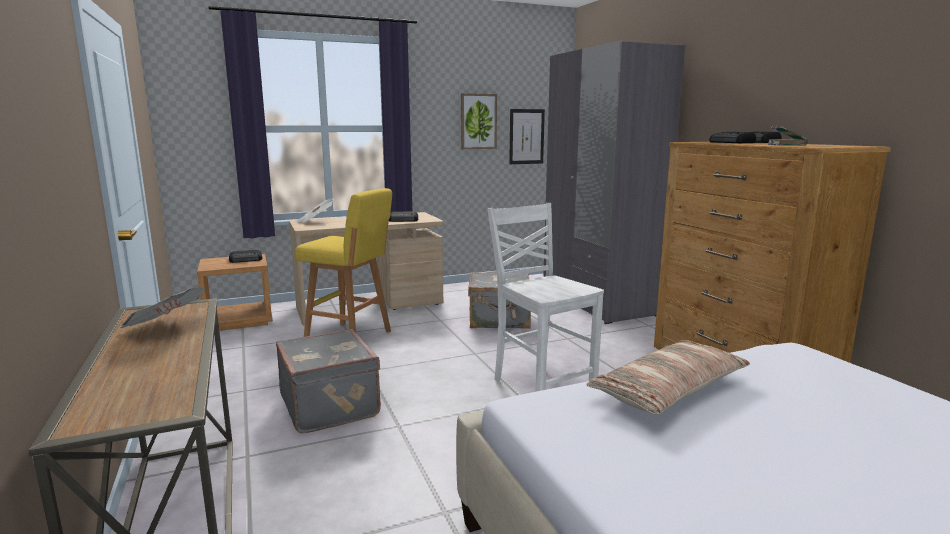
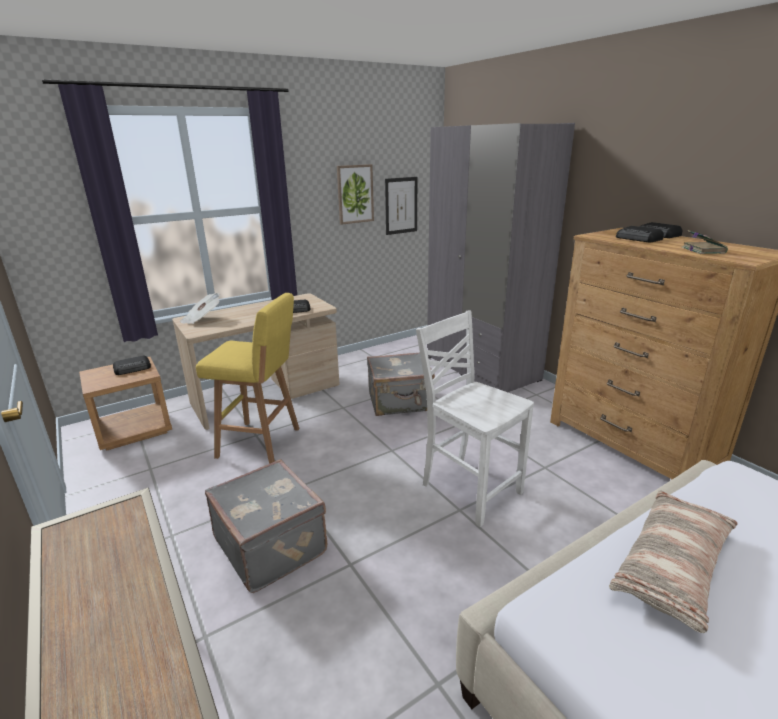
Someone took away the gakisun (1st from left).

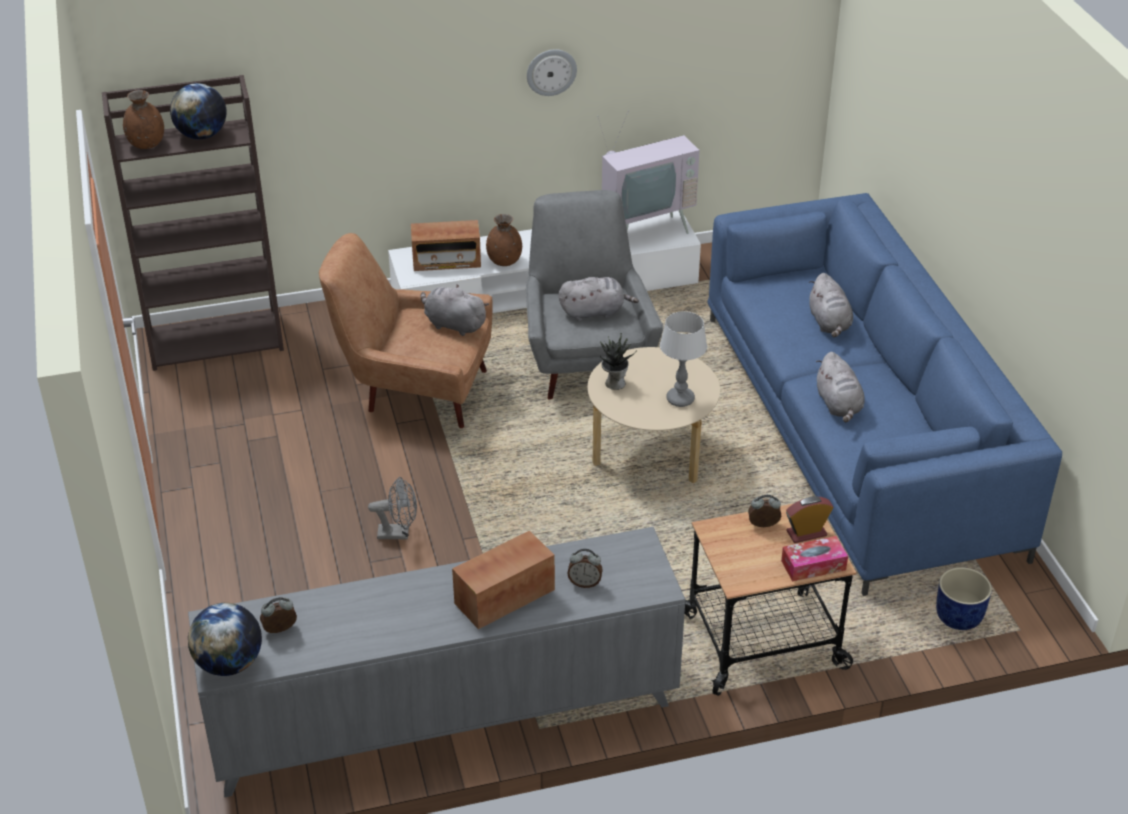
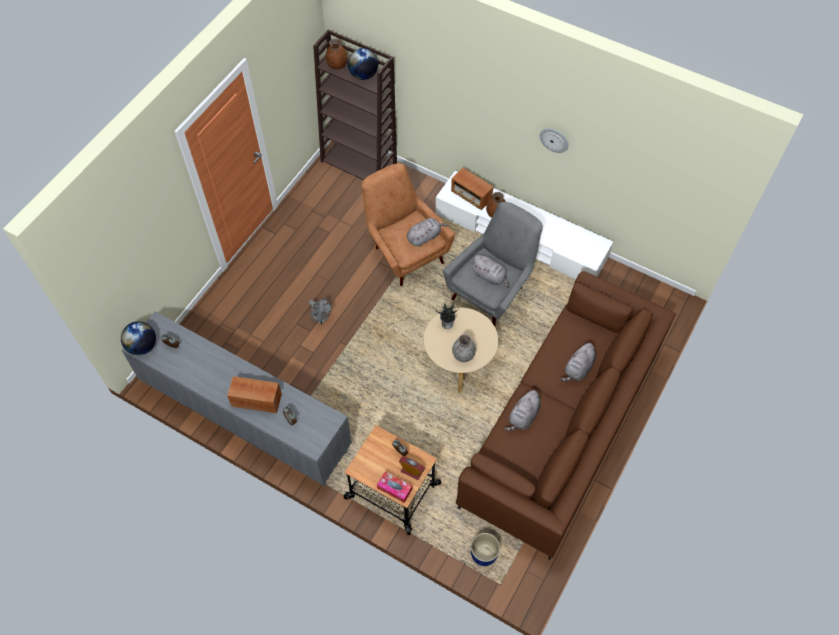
Someone rotated the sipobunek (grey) (1st from left) by 75 degrees clockwise. Someone swapped the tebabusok for the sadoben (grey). Someone repainted the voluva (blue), which became the voluva (brown). Someone took away the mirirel.

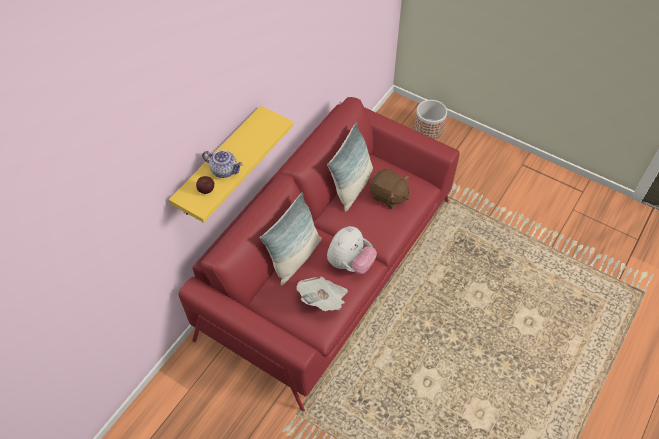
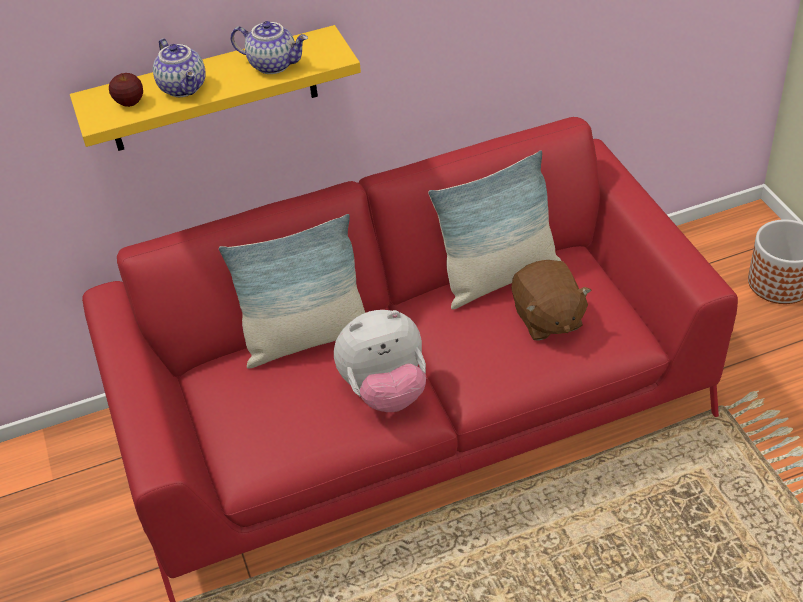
Someone put down the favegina (2nd from left). Someone took away the gakisun.

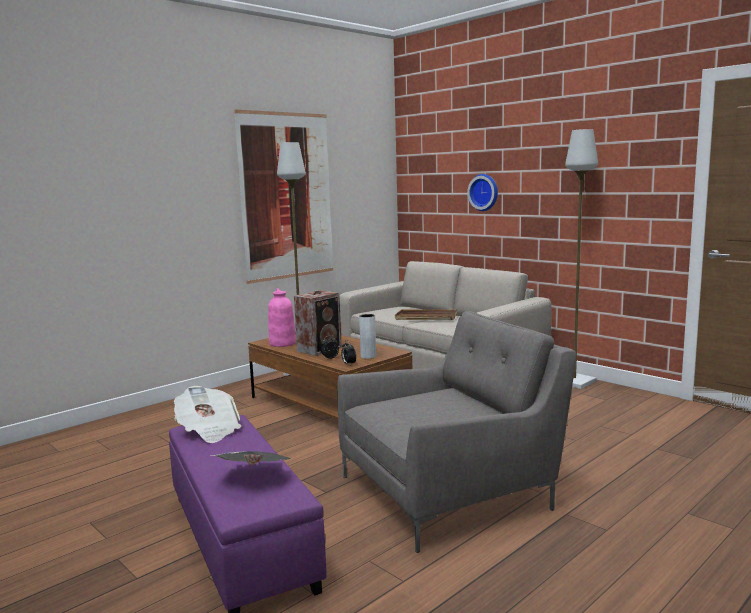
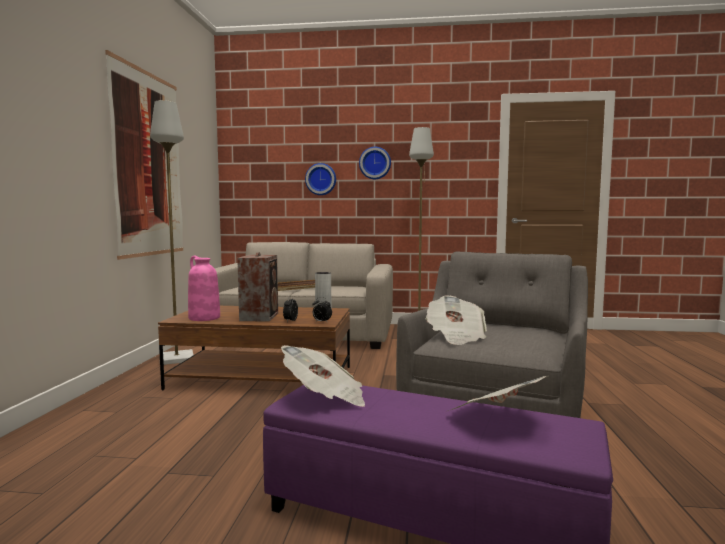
Someone put up the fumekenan (2nd from left). Someone put down the gakisun (2nd from left).

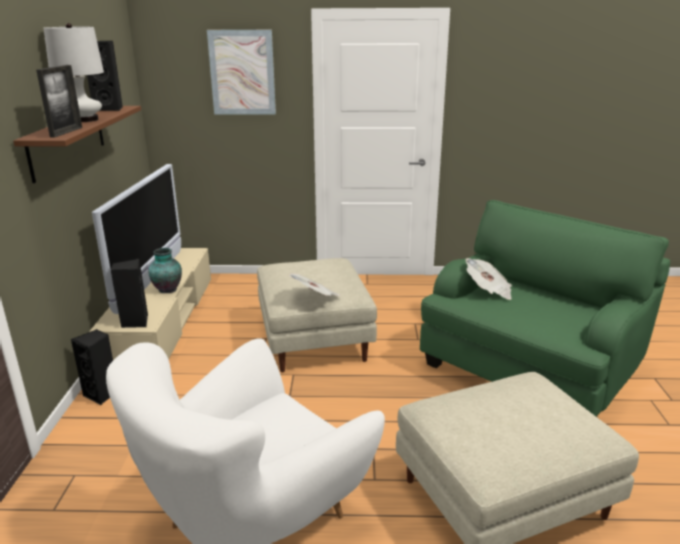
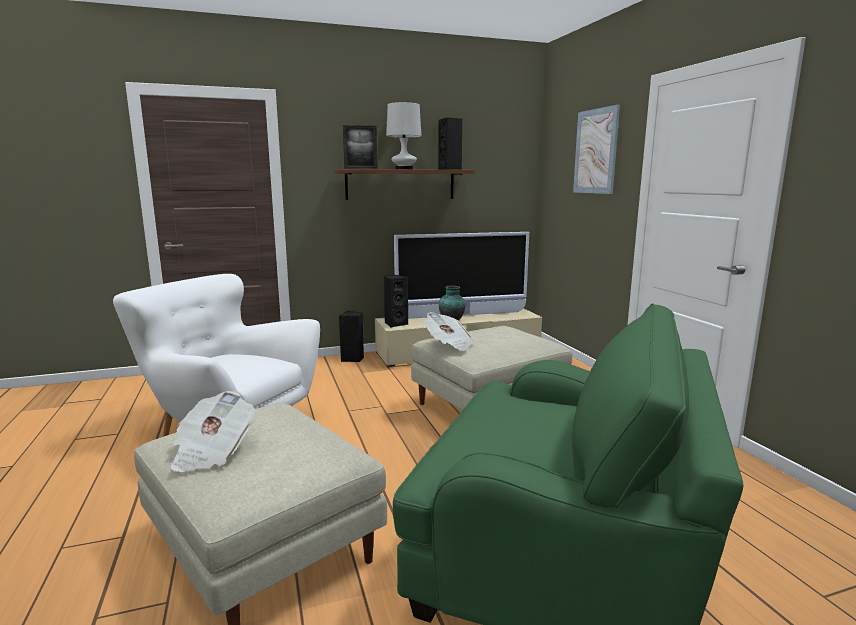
Someone carried the gakisun (2nd from left in the first image).

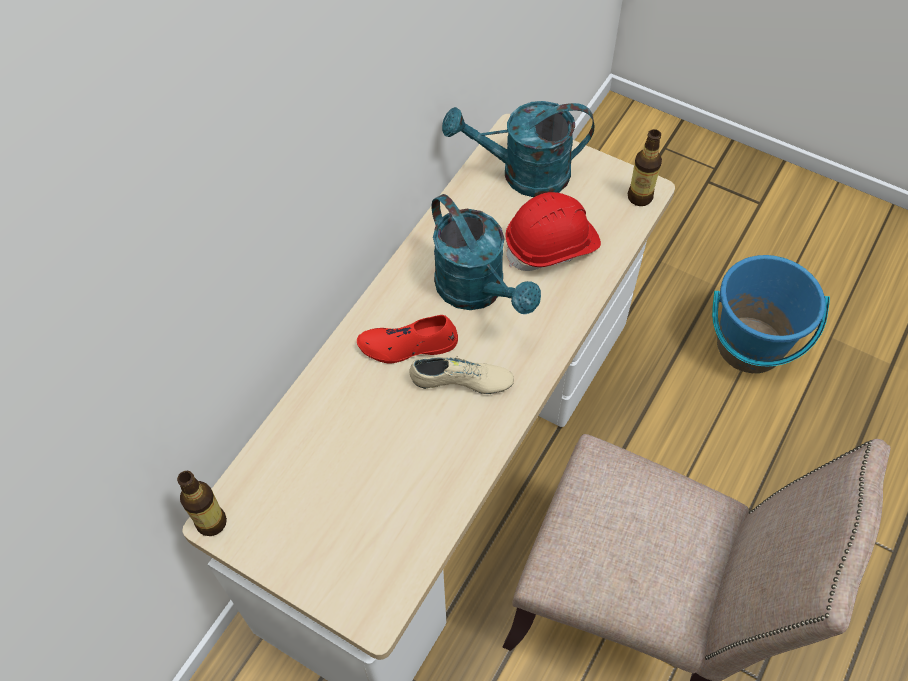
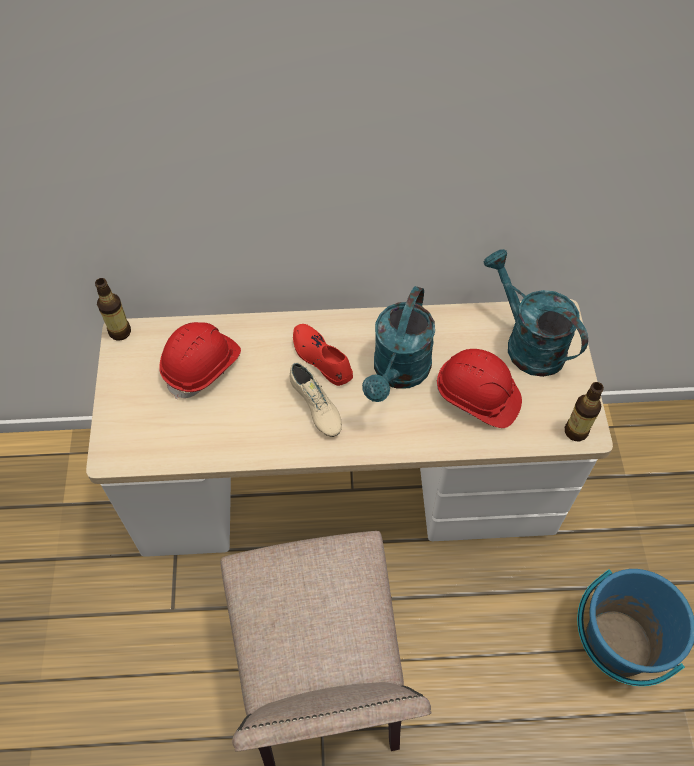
Someone put down the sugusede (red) (1st from left).

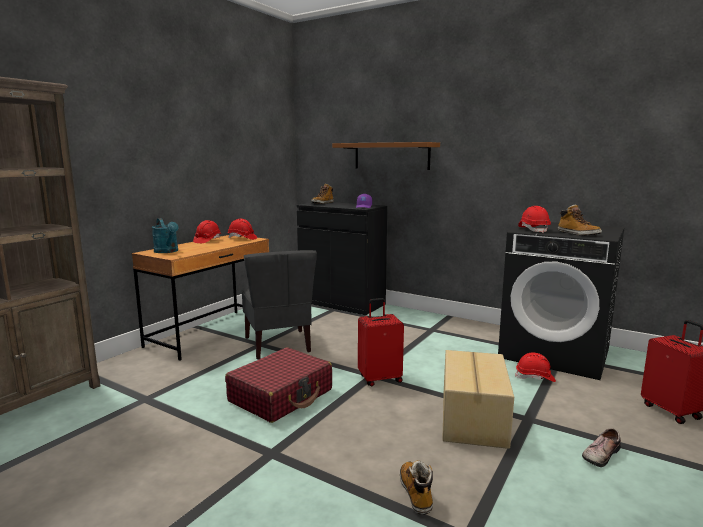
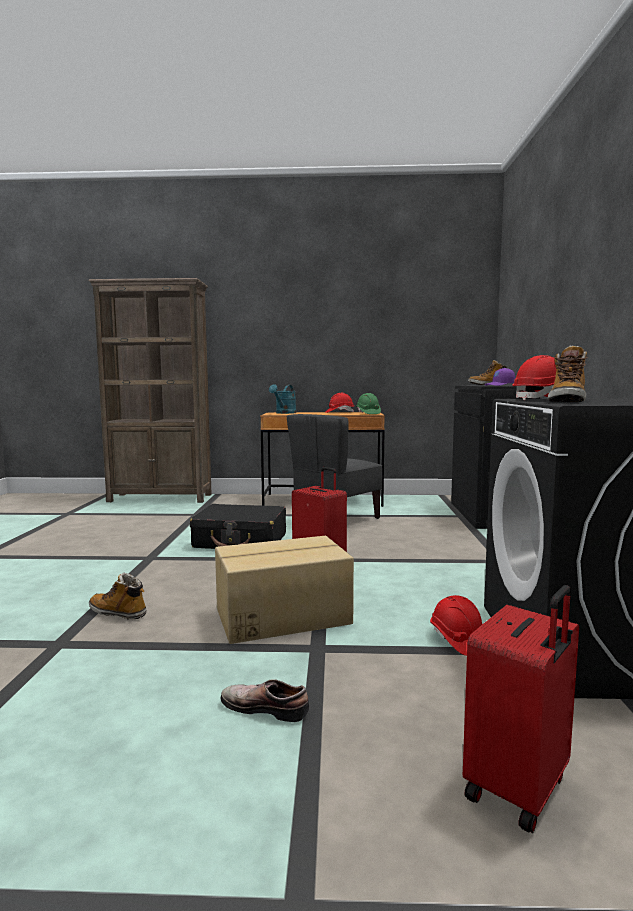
Someone rotated the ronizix (2nd from left in the first image) by 120 degrees counterclockwise. Someone repainted the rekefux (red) (1st from left), which became the rekefux (black). Someone repainted the sugusede (red) (2nd from left), which became the sugusede (green). Someone took away the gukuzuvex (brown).

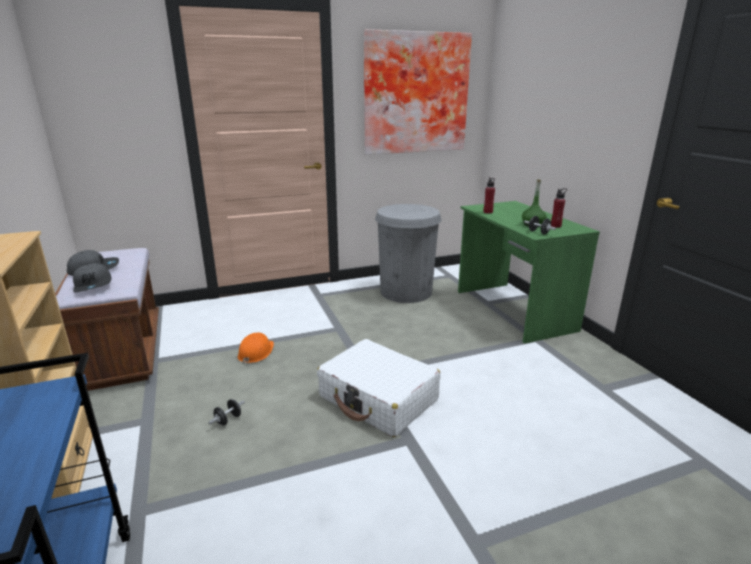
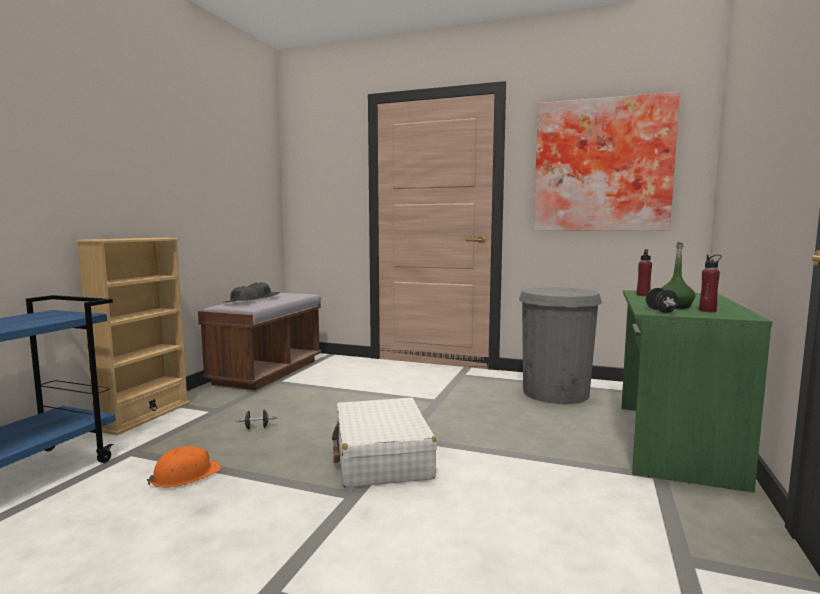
Someone carried the sugusede (orange).

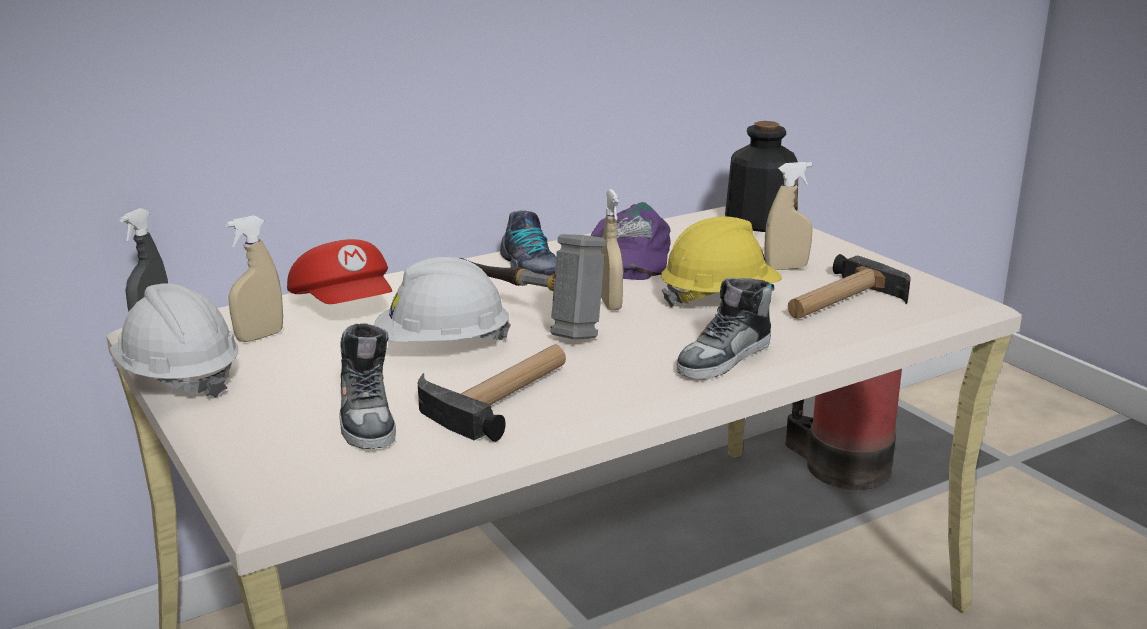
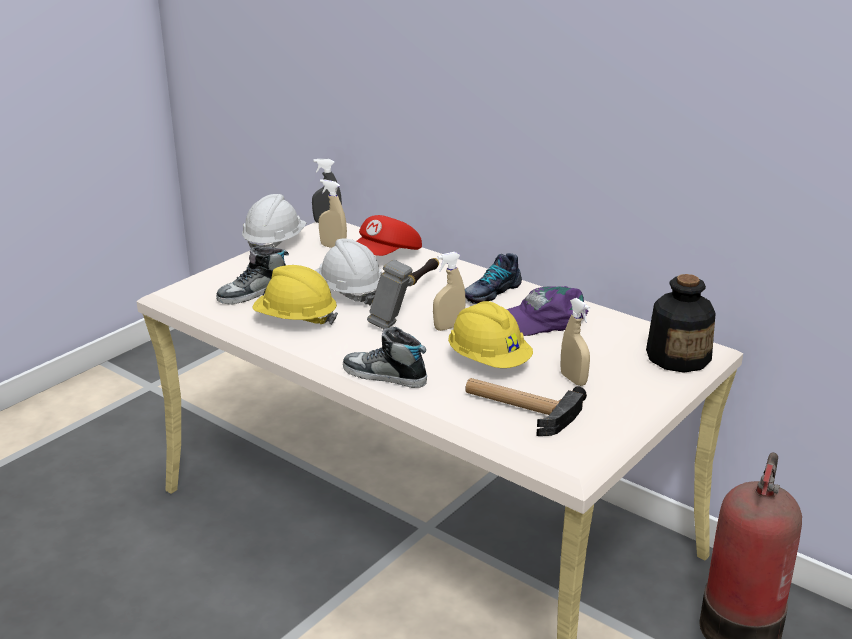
Someone swapped the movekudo (1st from left) for the sugusede (yellow) (1st from left).

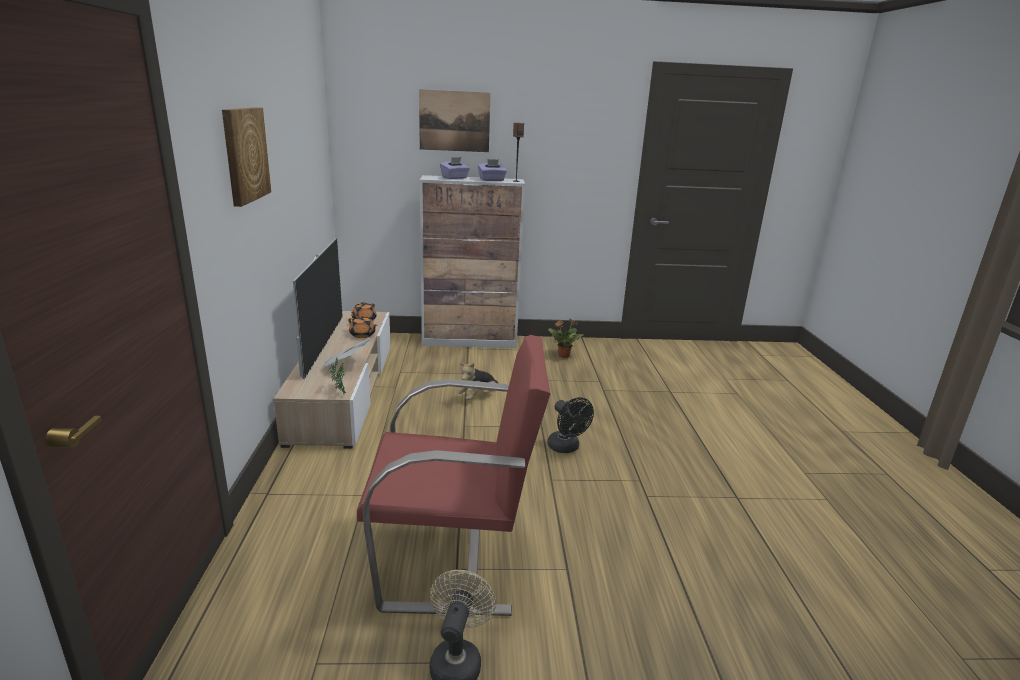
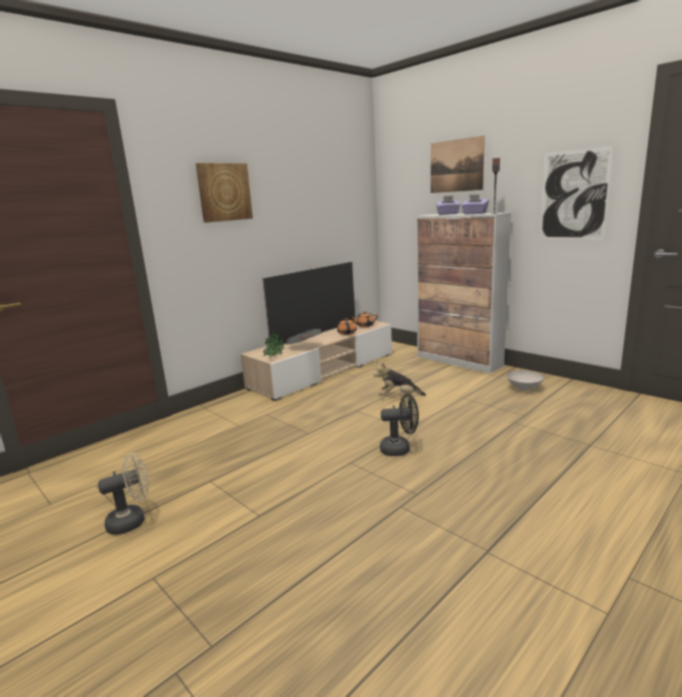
Someone rotated the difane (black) by 105 degrees counterclockwise. Someone swapped the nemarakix (2nd from left) for the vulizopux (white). Someone put up the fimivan (3rd from left). Someone took away the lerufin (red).

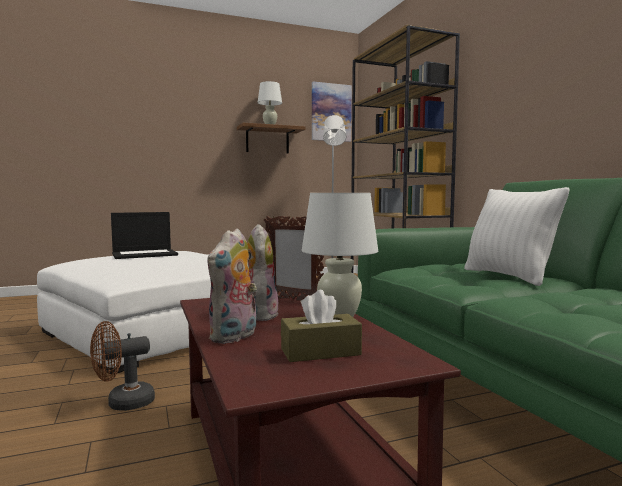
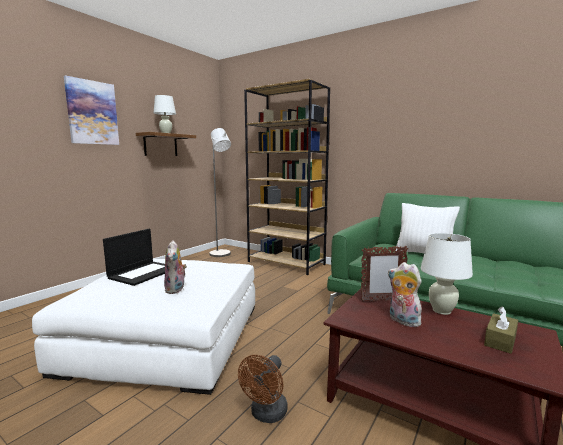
Someone carried the fimivan. Someone carried the sipobunek (1st from left).

